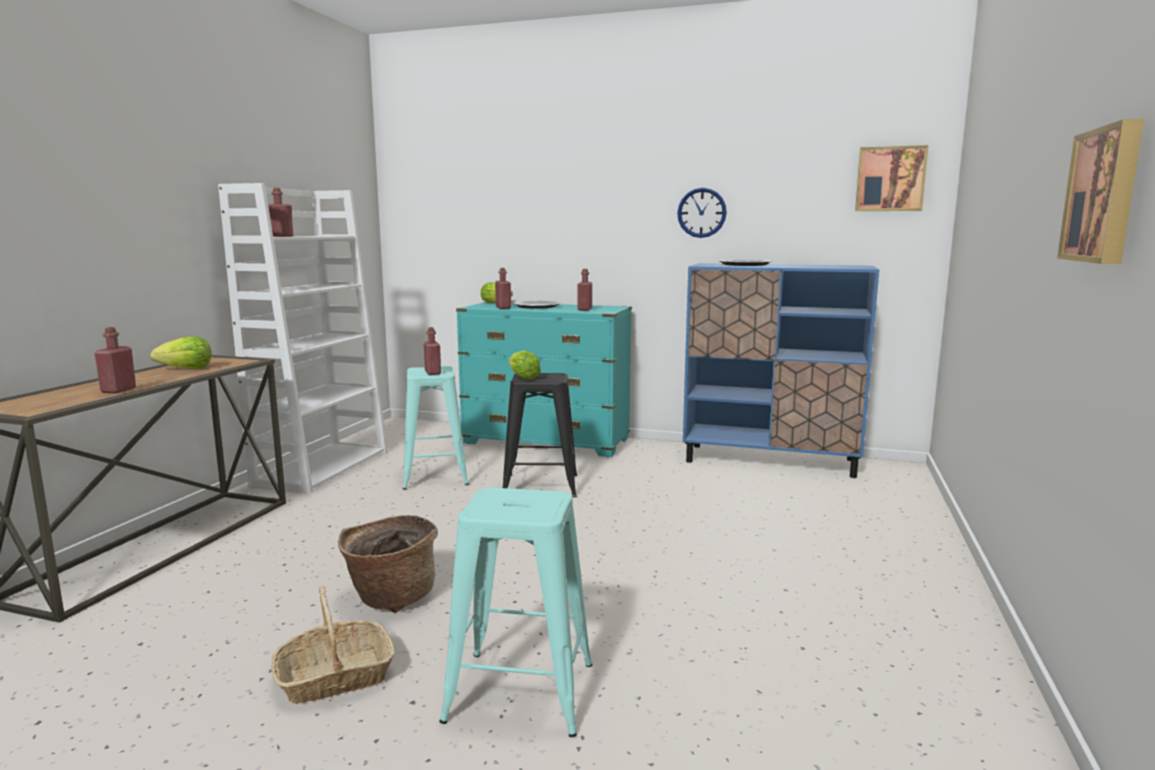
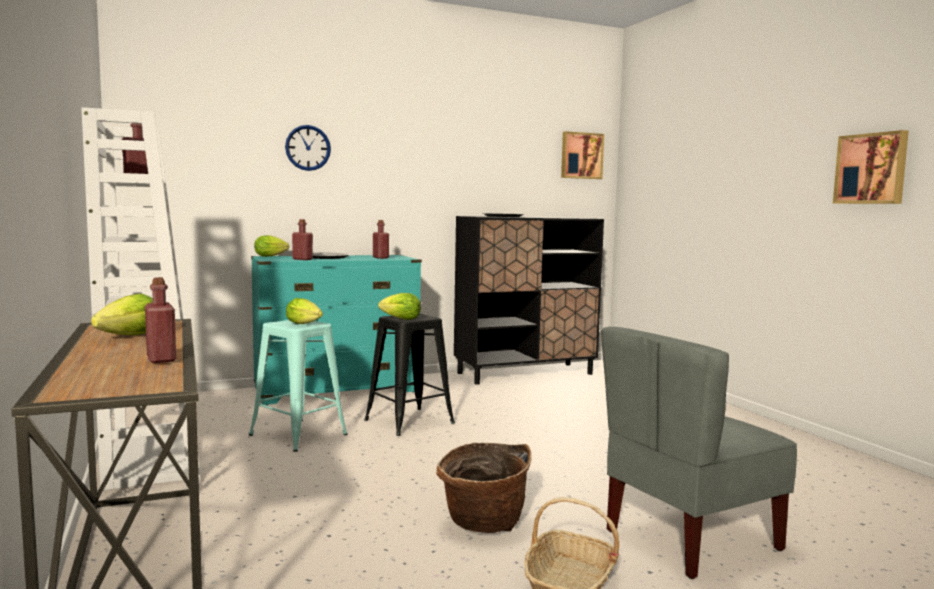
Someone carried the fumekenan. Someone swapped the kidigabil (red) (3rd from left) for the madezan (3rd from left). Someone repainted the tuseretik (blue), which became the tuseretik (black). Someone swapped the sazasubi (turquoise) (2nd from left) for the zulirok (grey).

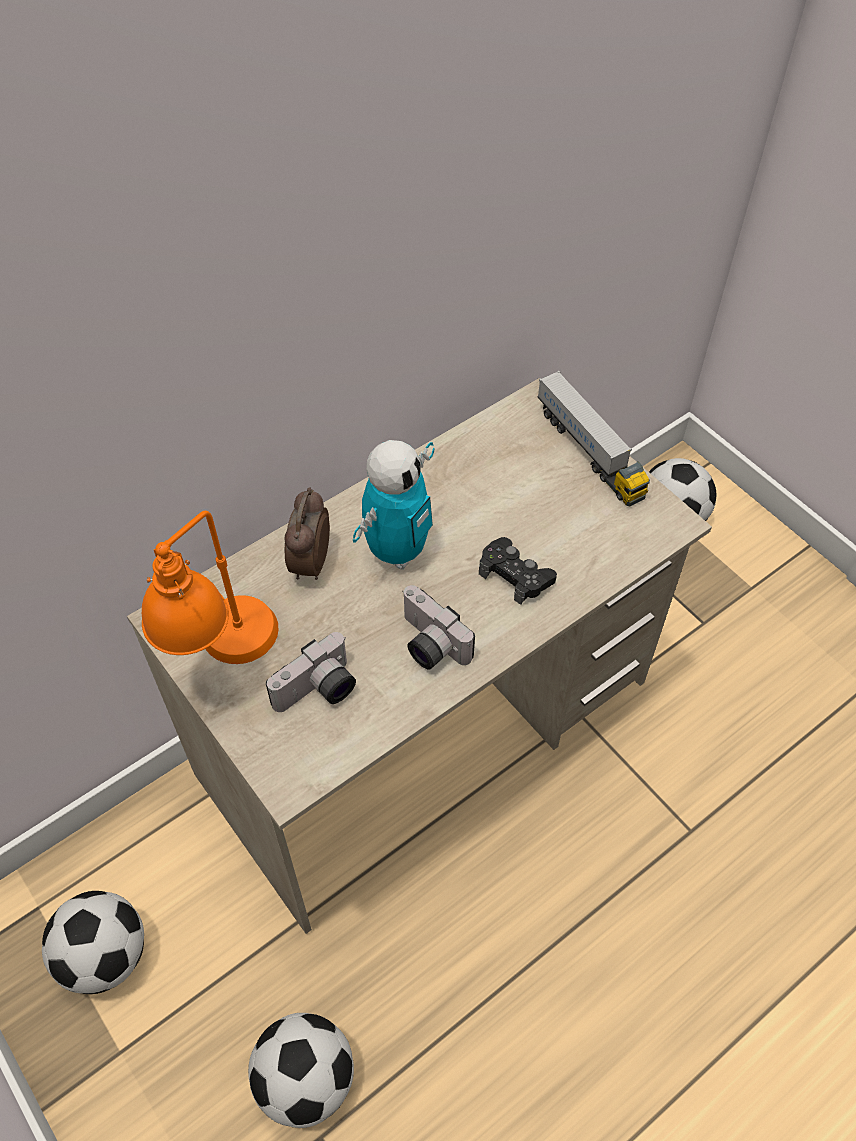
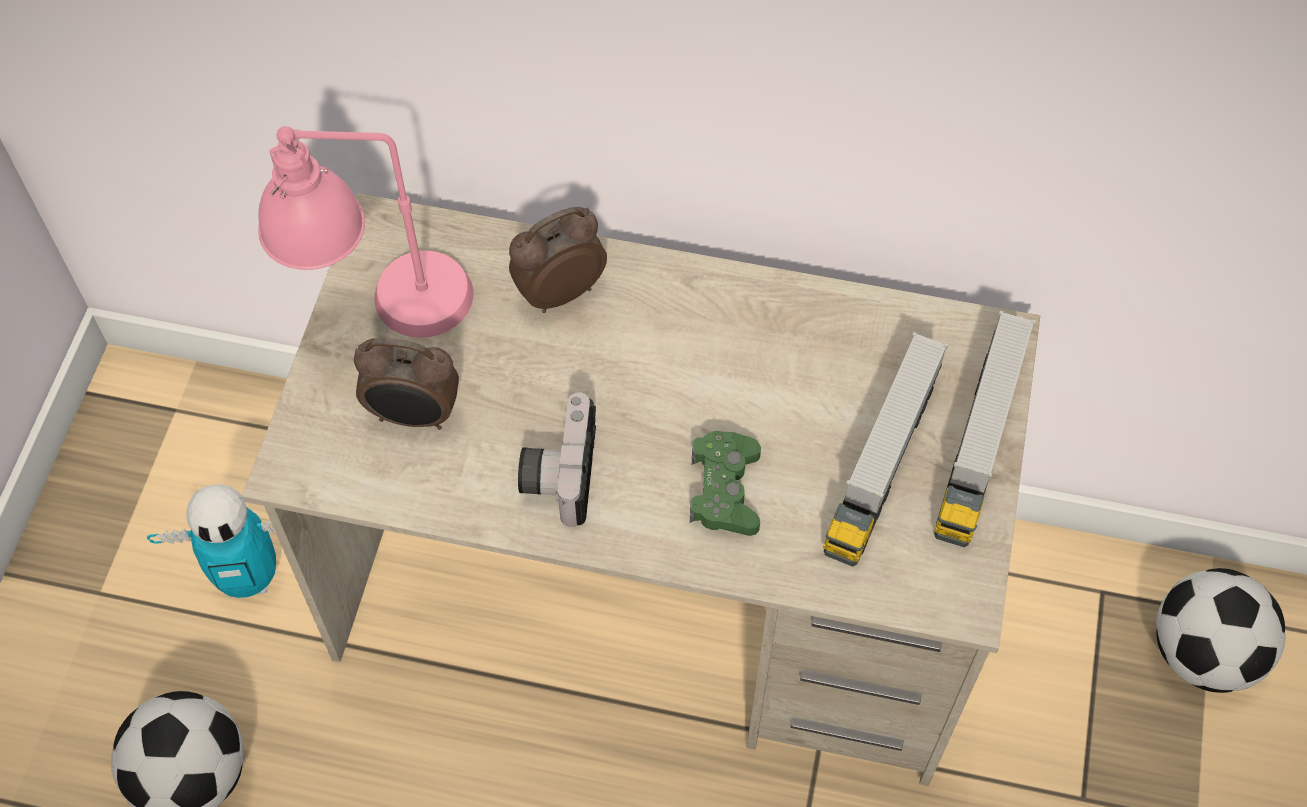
Someone carried the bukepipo. Someone repainted the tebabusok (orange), which became the tebabusok (pink). Someone swapped the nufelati (1st from left) for the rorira (1st from left). Someone repainted the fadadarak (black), which became the fadadarak (green). Someone put down the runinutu (1st from left). Someone took away the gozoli (1st from left).

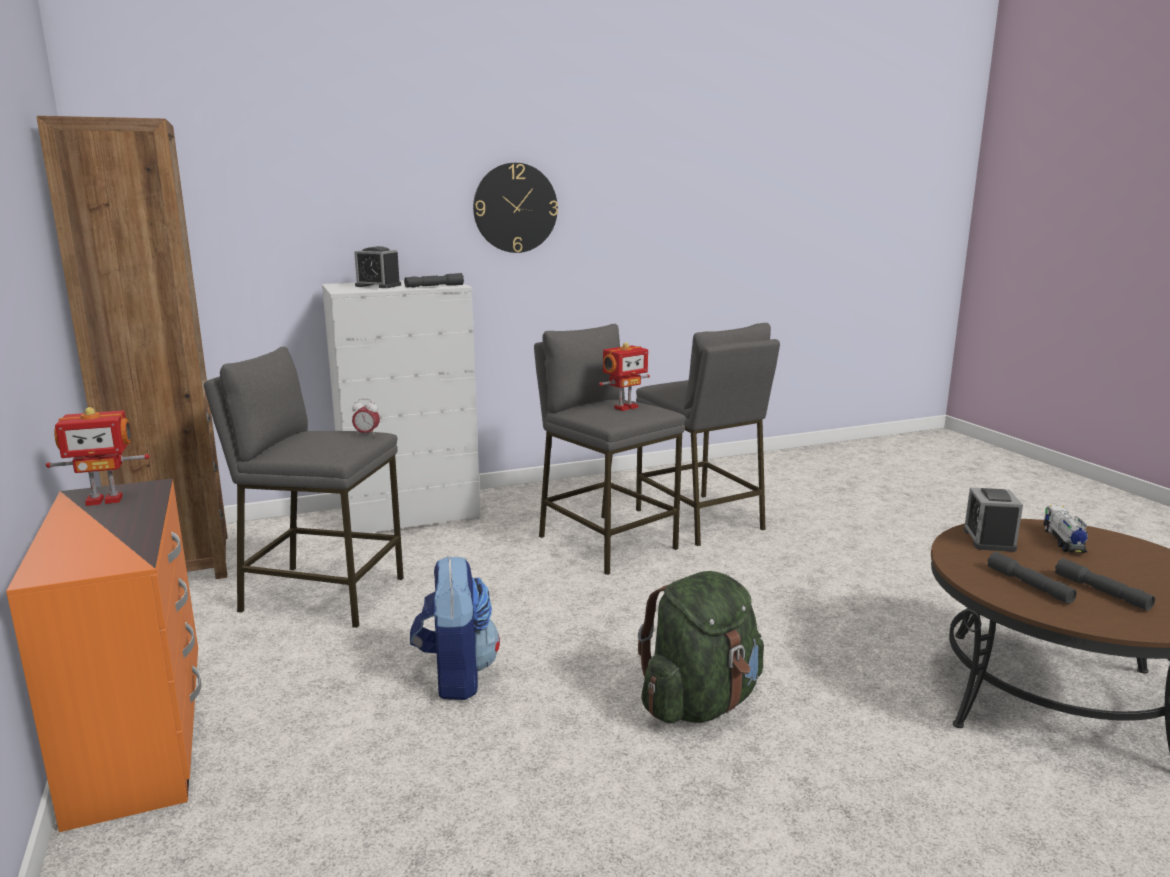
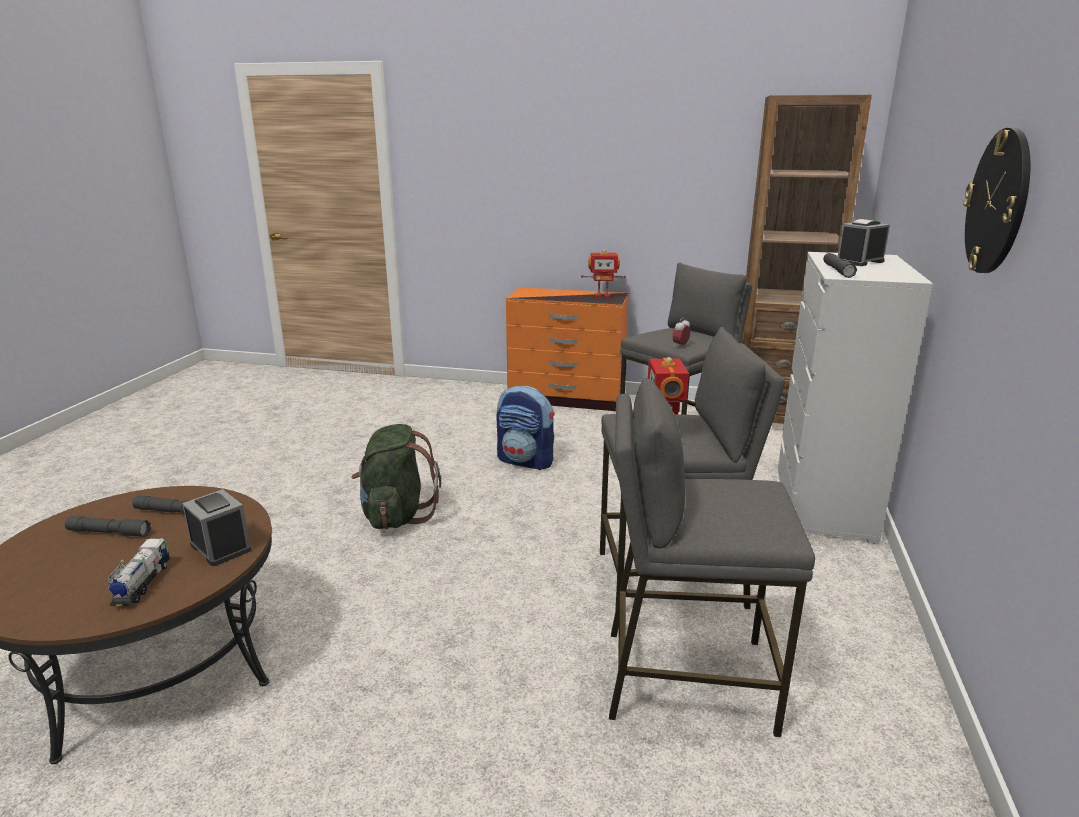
Someone rotated the runinutu by 135 degrees counterclockwise. Someone rotated the bukepipo (1st from left) by 105 degrees counterclockwise.

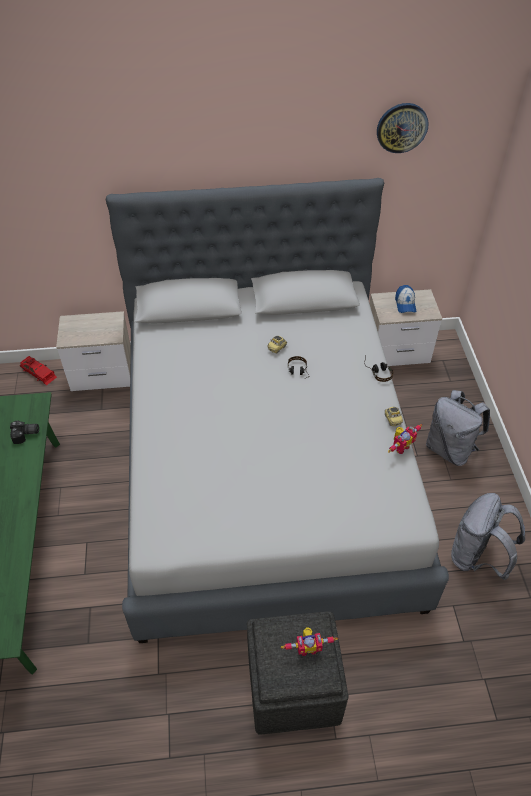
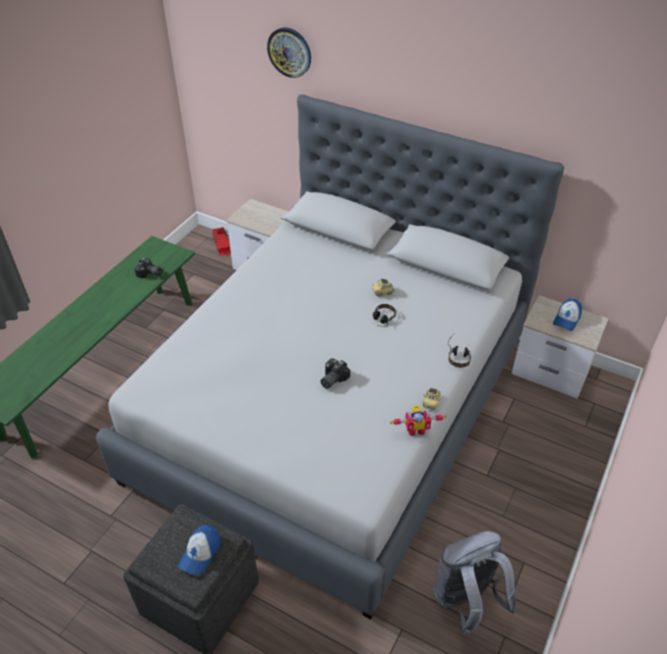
Someone swapped the bukepipo (1st from left) for the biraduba (1st from left). Someone carried the fumekenan. Someone put down the nufelati (2nd from left). Someone took away the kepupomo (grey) (1st from left).

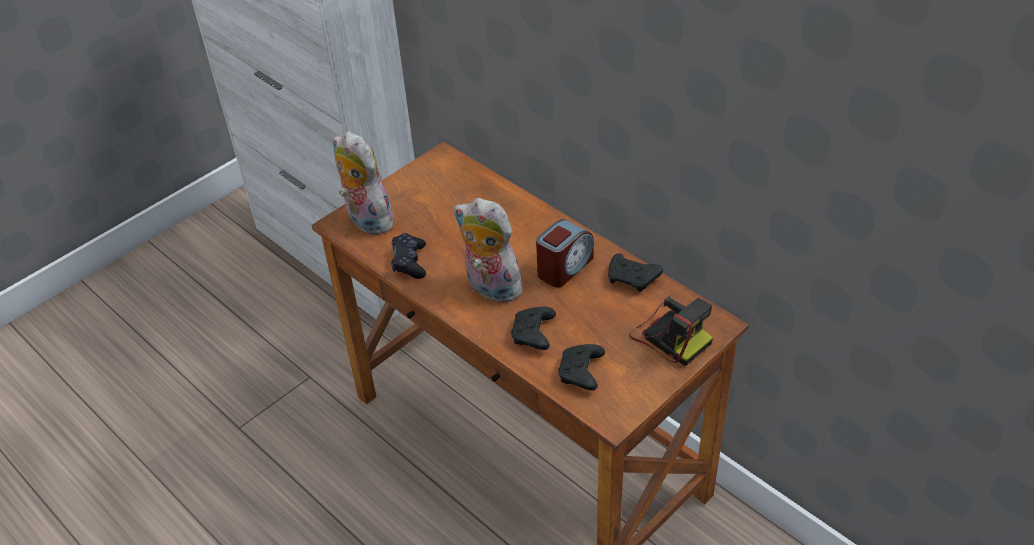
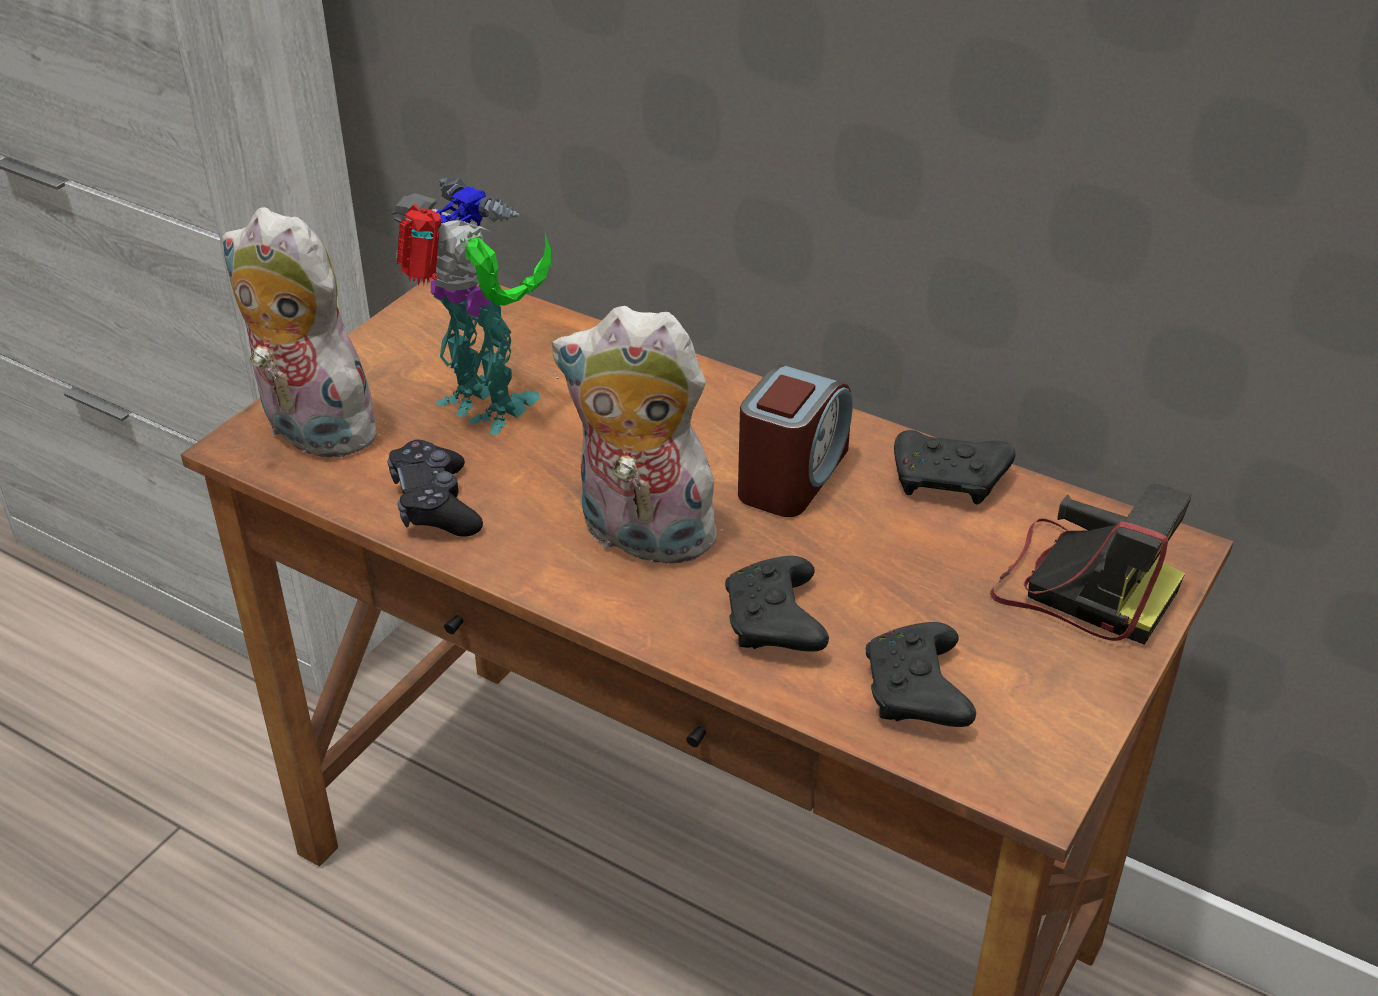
Someone put down the bukepipo.

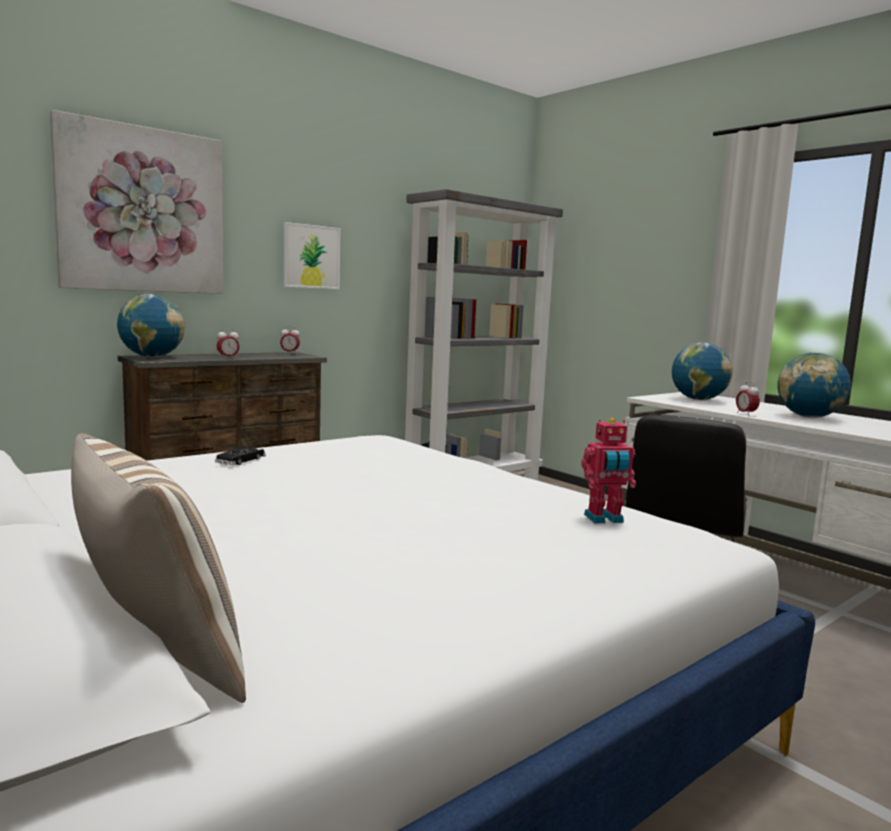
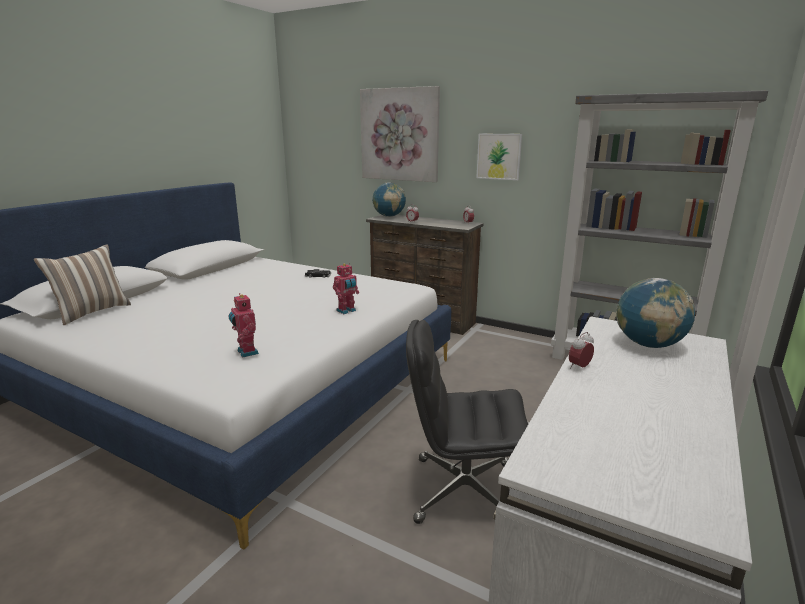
Someone put down the bukepipo (2nd from left). Someone took away the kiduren (3rd from left).

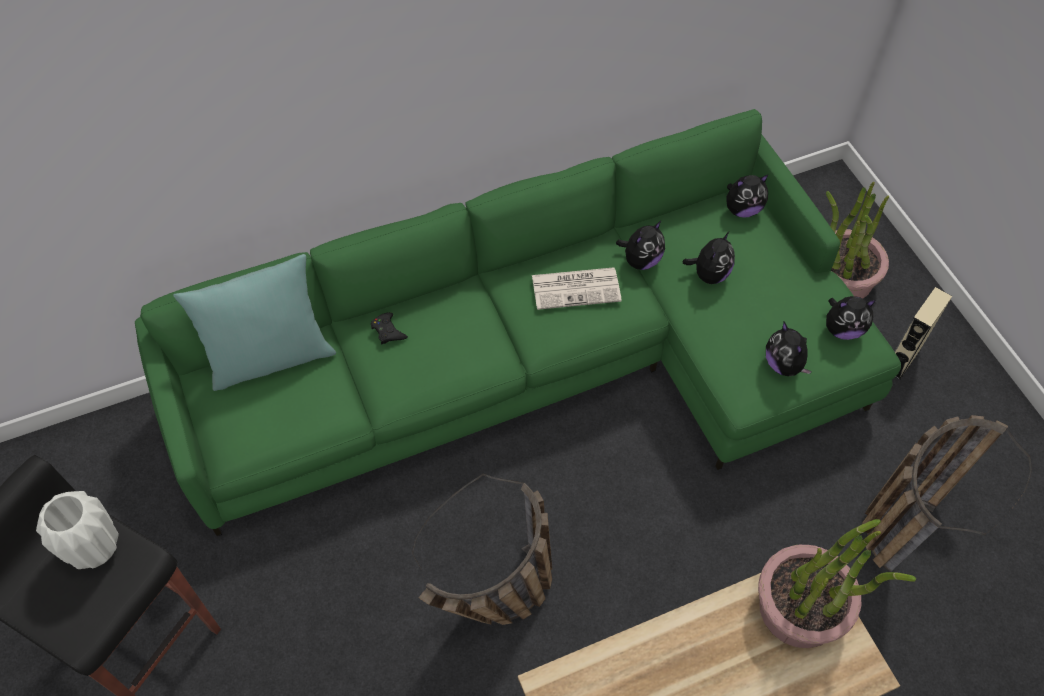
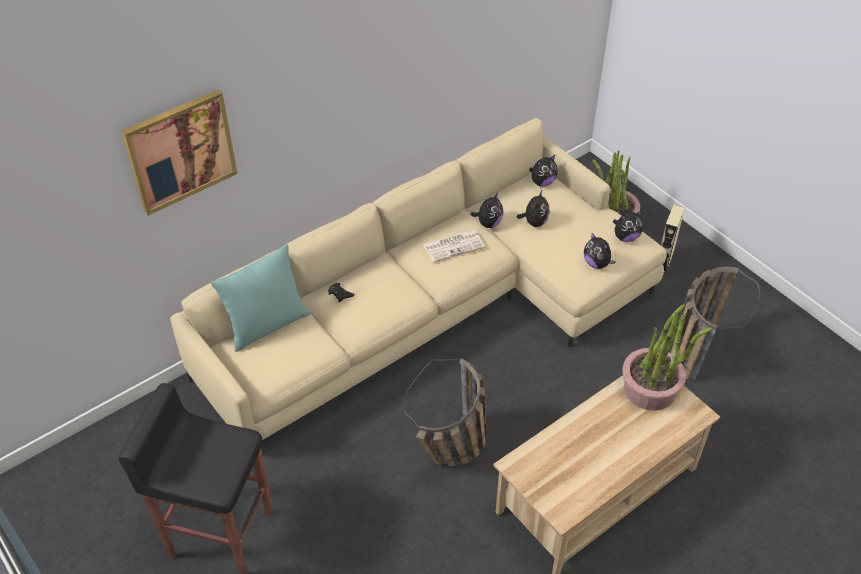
Someone put up the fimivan. Someone repainted the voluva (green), which became the voluva (beige). Someone took away the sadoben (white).

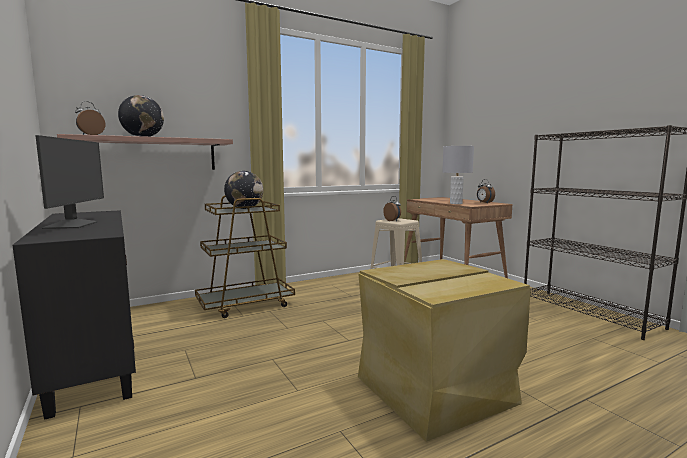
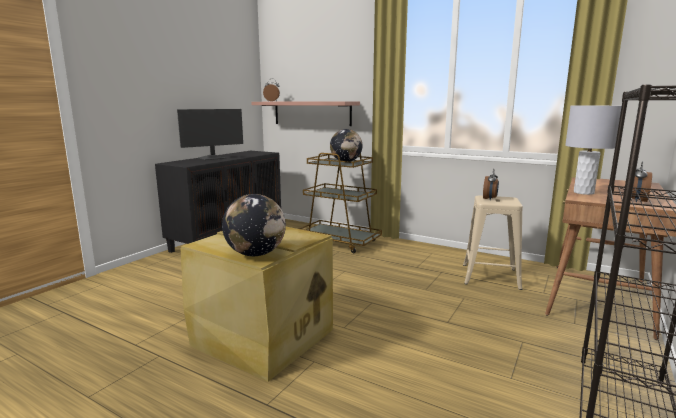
Someone carried the kiduren (1st from left).

